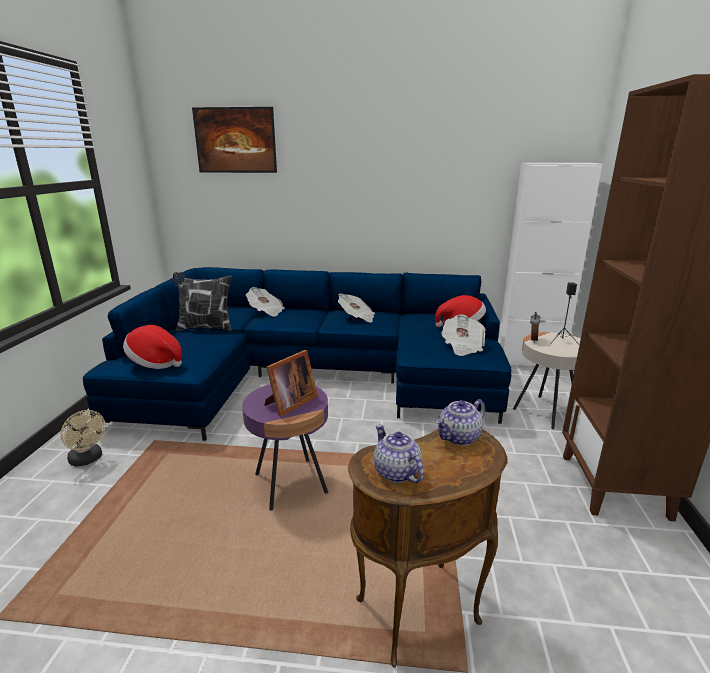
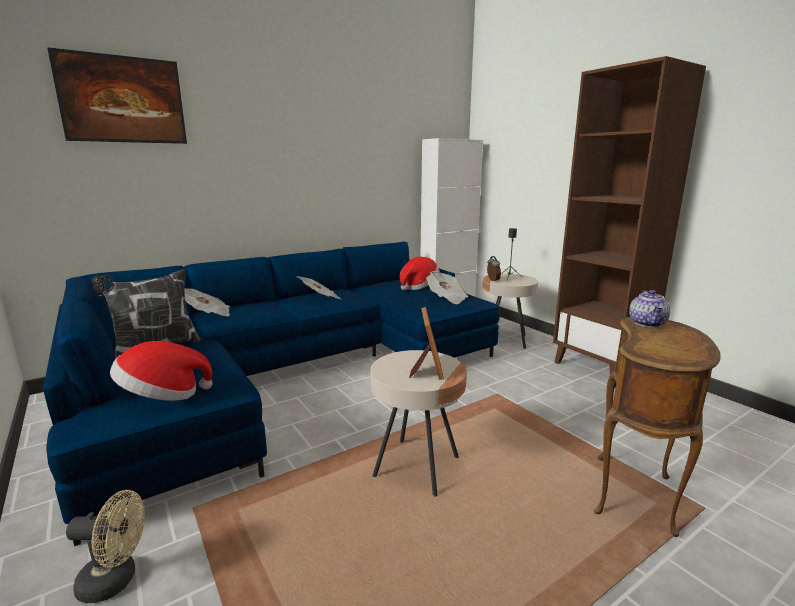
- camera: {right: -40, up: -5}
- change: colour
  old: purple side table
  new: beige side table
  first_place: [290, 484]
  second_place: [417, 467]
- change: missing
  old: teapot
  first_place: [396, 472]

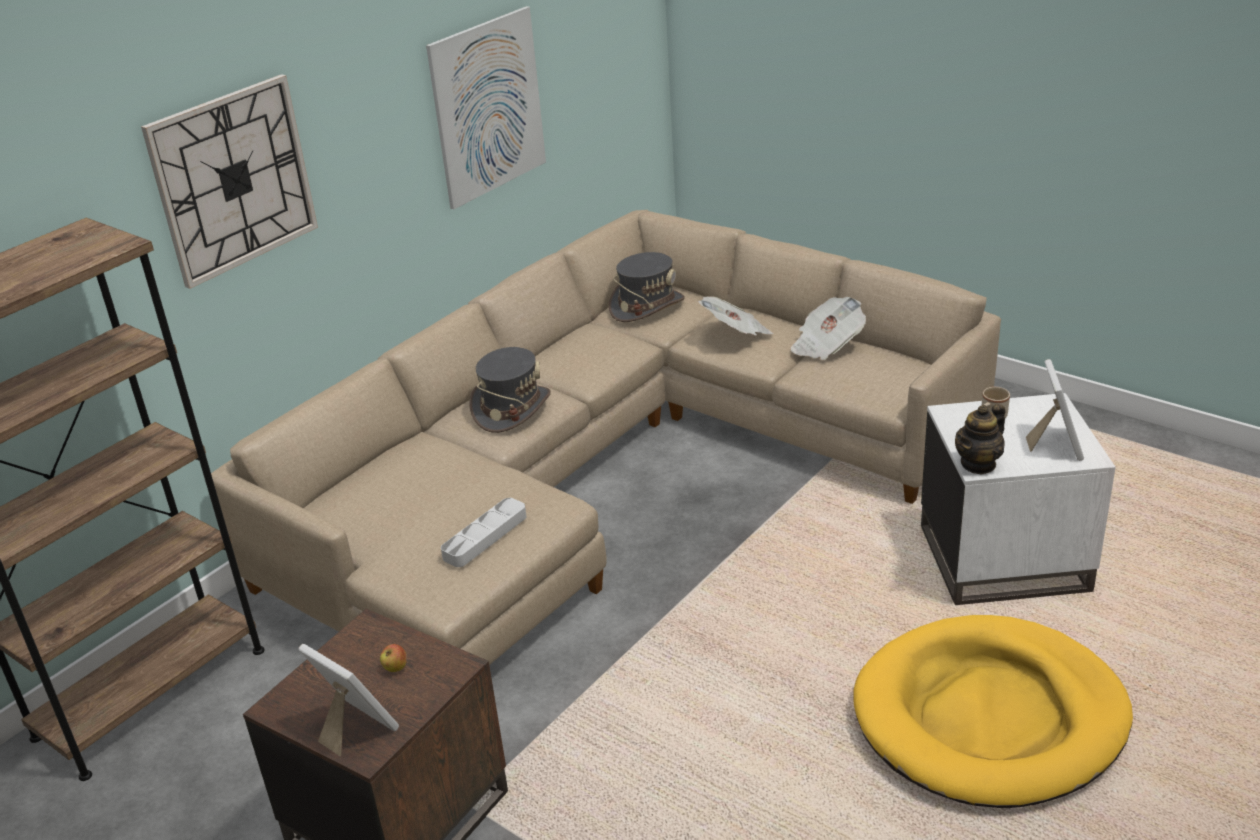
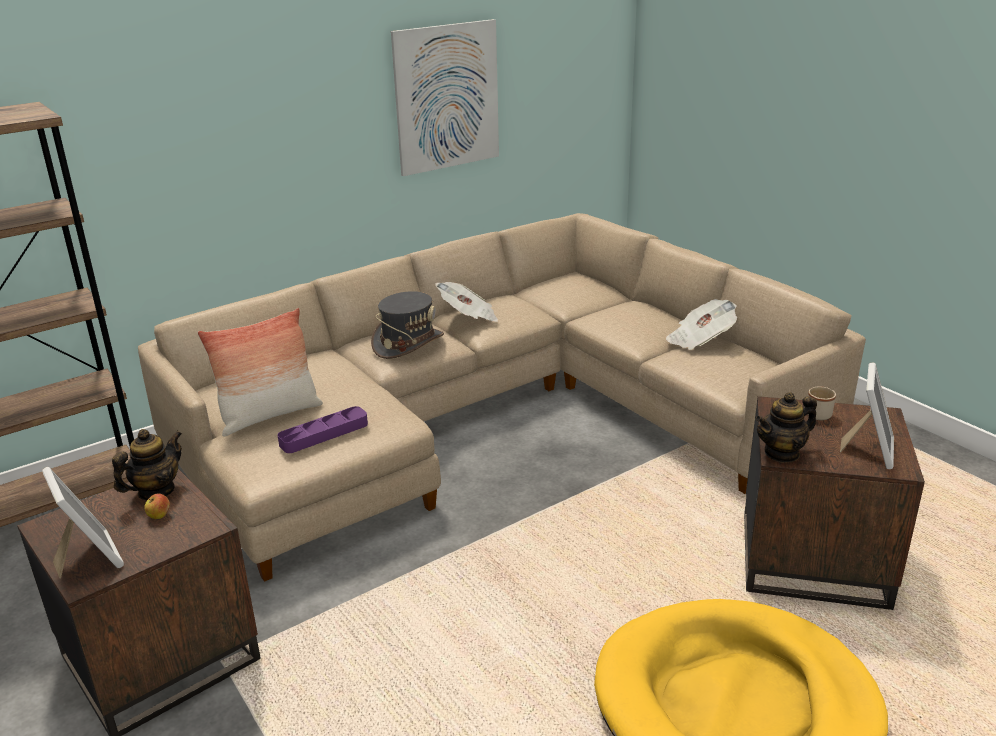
- camera: {right: 15, up: -5}
- change: appeared
  new: teapot
  second_place: [156, 491]
- change: appeared
  new: pillow
  second_place: [269, 415]
- change: colour
  old: grey tray
  new: purple tray
  first_place: [485, 537]
  second_place: [324, 434]
- change: relocated
  old: newspaper
  first_place: [736, 333]
  second_place: [468, 317]
- change: colour
  old: white side table
  new: brown side table
  first_place: [1003, 557]
  second_place: [813, 558]
- change: missing
  old: wall clock
  first_place: [233, 180]
- change: missing
  old: grey hat
  first_place: [647, 306]

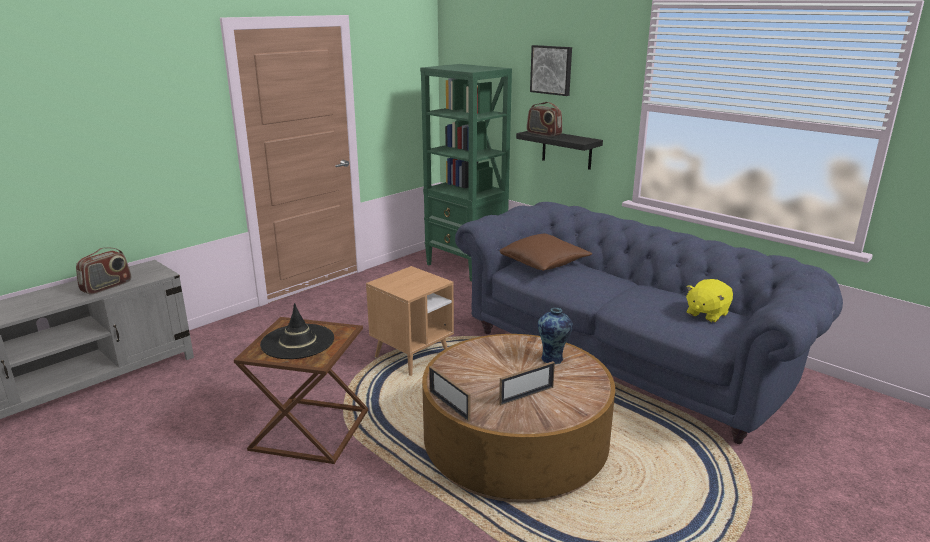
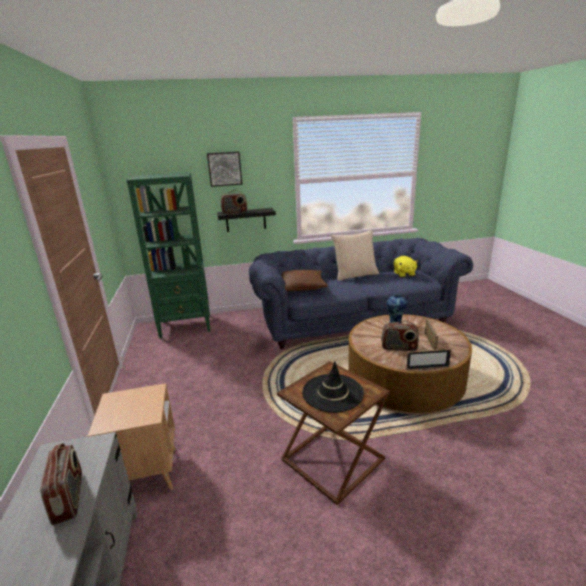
- camera: {right: -55, up: 0}
- change: relocated
  old: brown side table
  first_place: [412, 356]
  second_place: [146, 473]
- change: appeared
  new: beige pillow
  second_place: [355, 275]
- change: appeared
  new: radio
  second_place: [399, 347]

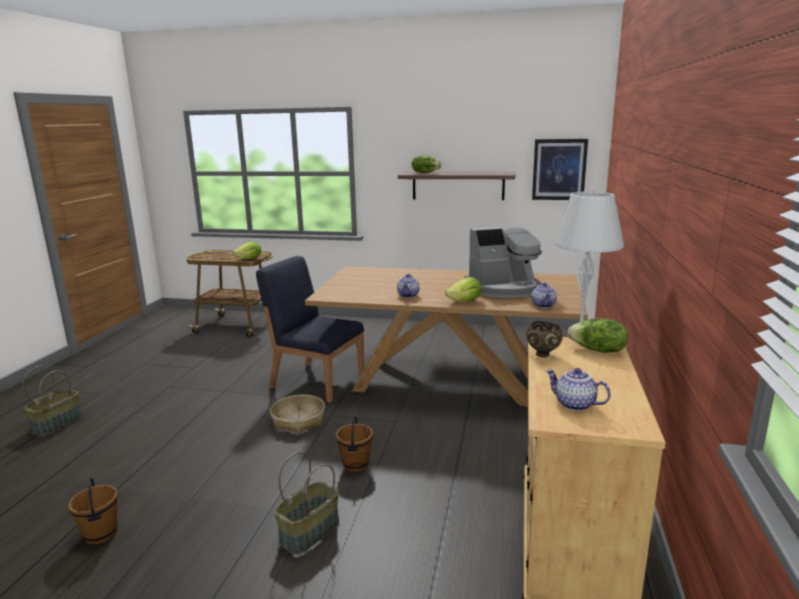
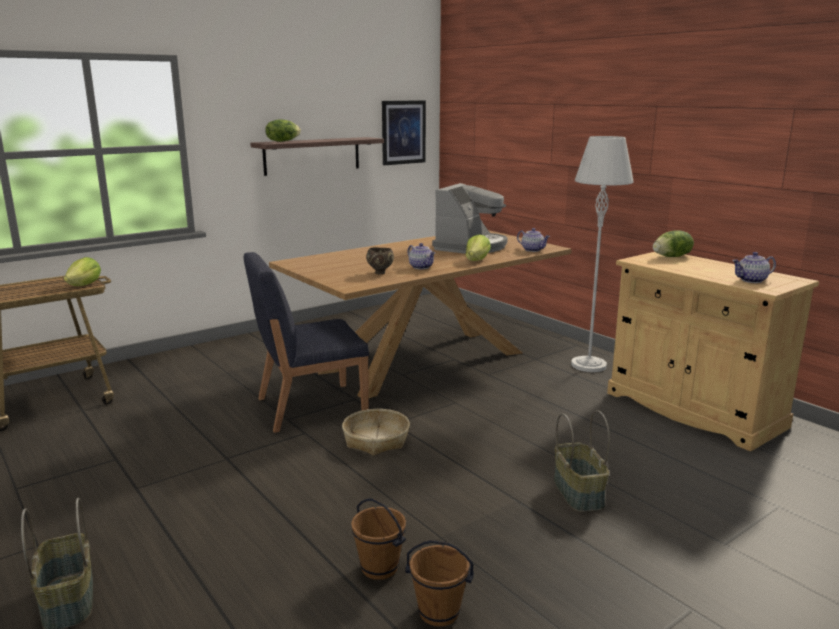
- camera: {right: -50, up: 0}
- change: relocated
  old: brown bucket
  first_place: [356, 465]
  second_place: [380, 568]
- change: relocated
  old: brown bowl
  first_place: [543, 355]
  second_place: [380, 273]

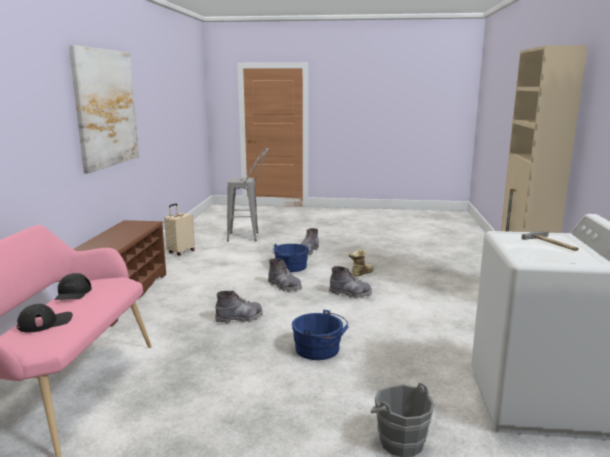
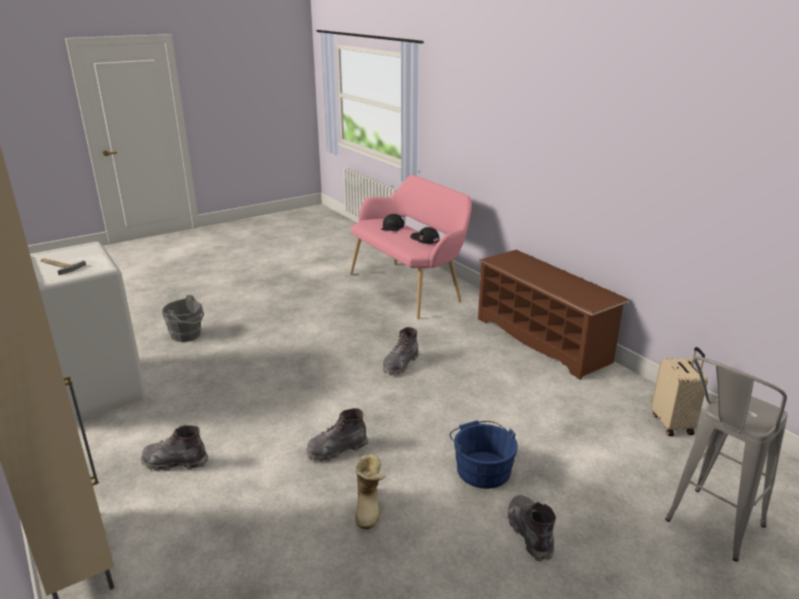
- camera: {right: 140, up: 10}
- change: relocated
  old: grey boot
  first_place: [284, 286]
  second_place: [175, 462]
- change: missing
  old: picture
  first_place: [106, 108]
- change: missing
  old: blue bucket
  first_place: [320, 349]

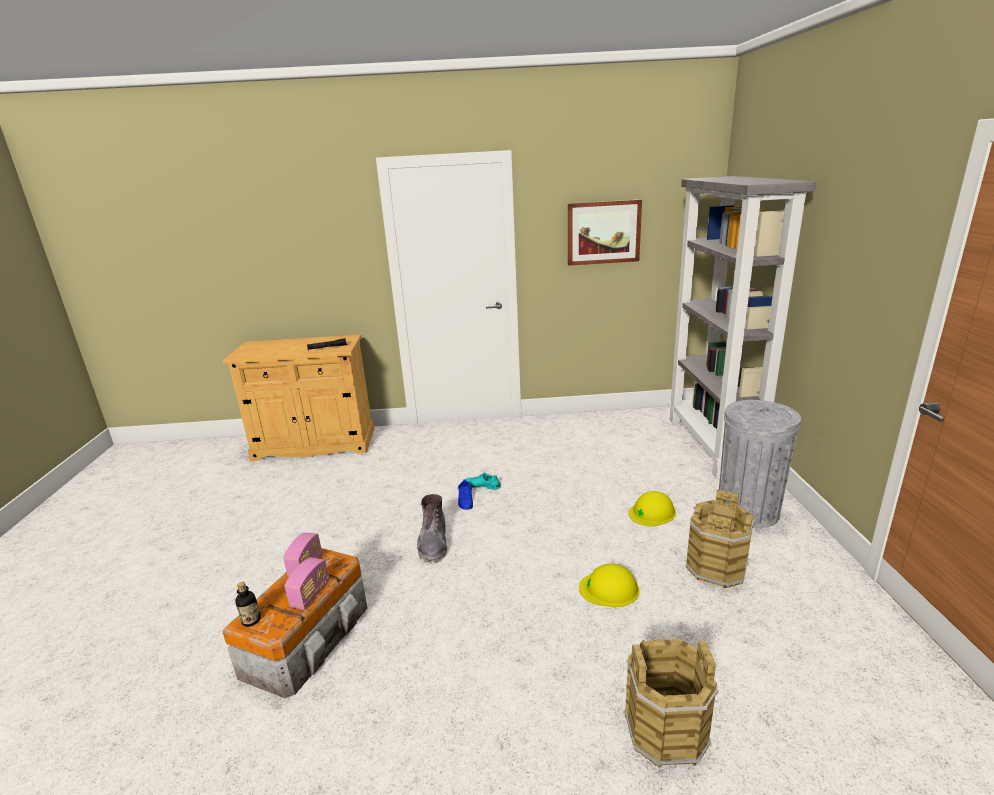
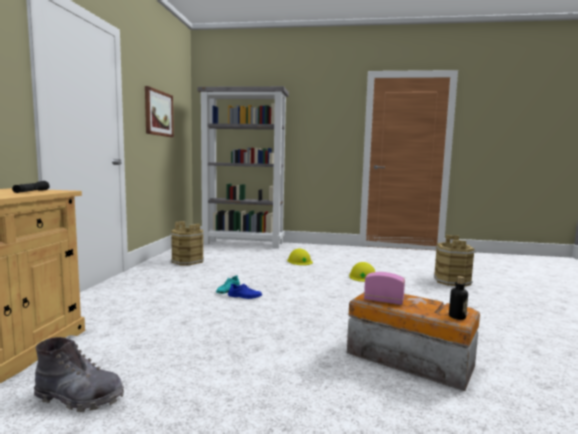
- camera: {right: -80, up: -15}
- change: relocated
  old: grey boot
  first_place: [433, 544]
  second_place: [79, 397]
- change: relocated
  old: brown bucket
  first_place: [715, 567]
  second_place: [187, 261]
- change: missing
  old: radio
  first_place: [310, 594]
- change: missing
  old: grey trash can
  first_place: [748, 510]

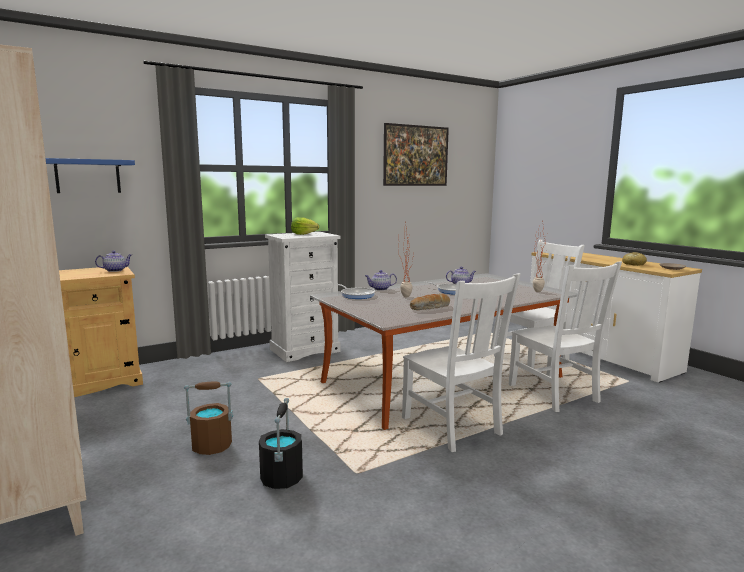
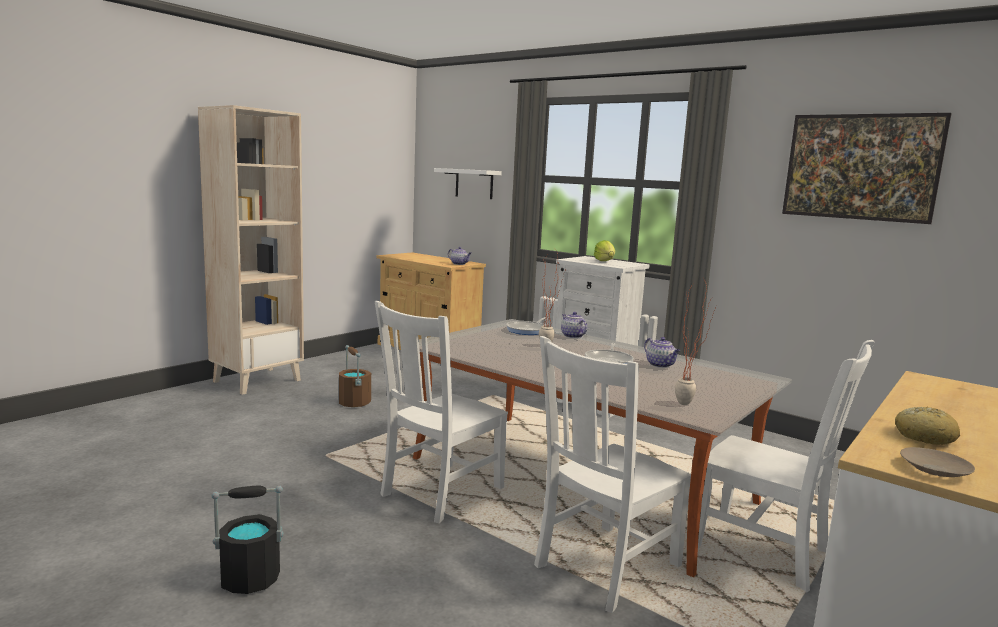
- camera: {right: 70, up: 0}
- change: relocated
  old: black bucket
  first_place: [281, 478]
  second_place: [250, 579]
- change: colour
  old: blue shelf
  new: white shelf
  first_place: [88, 176]
  second_place: [474, 184]
- change: missing
  old: bread
  first_place: [430, 308]

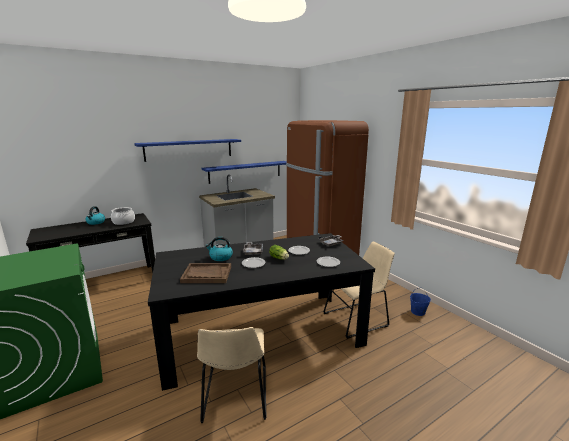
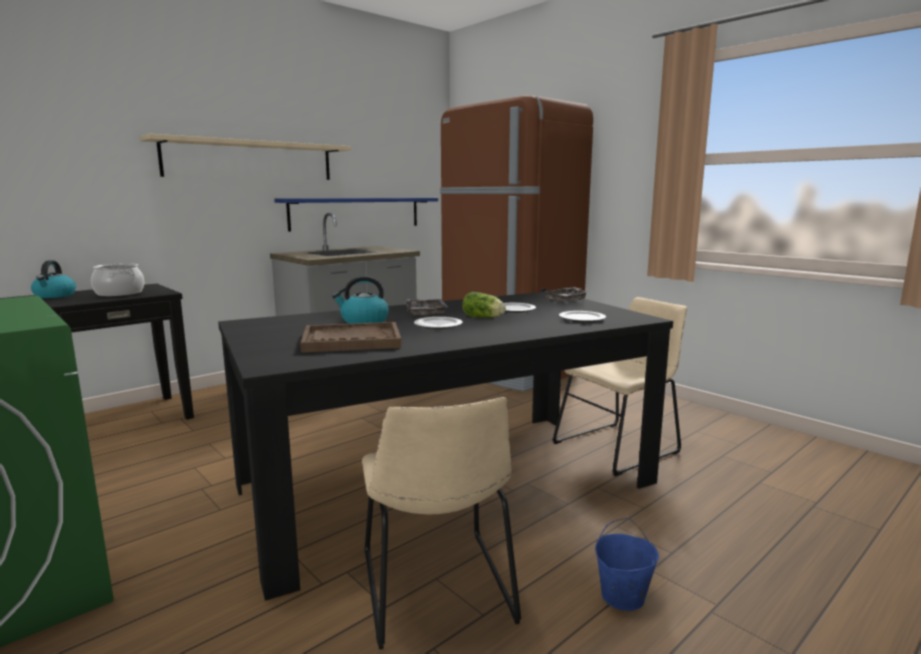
- camera: {right: -10, up: -5}
- change: colour
  old: blue shelf
  new: beige shelf
  first_place: [189, 149]
  second_place: [251, 160]
- change: relocated
  old: blue bucket
  first_place: [418, 312]
  second_place: [622, 597]

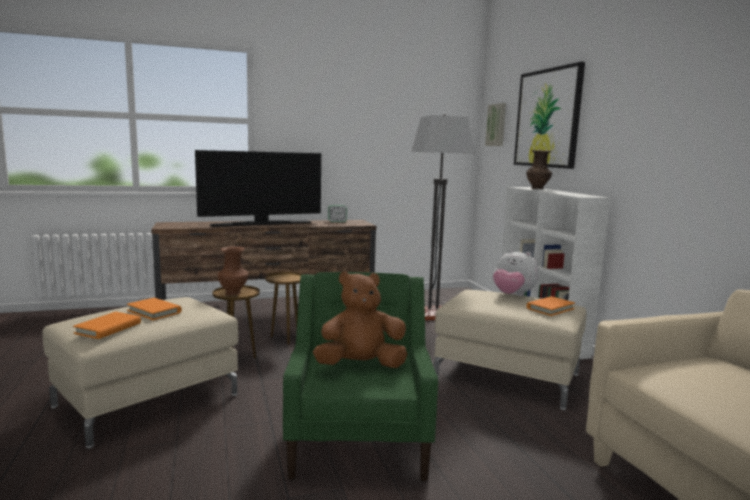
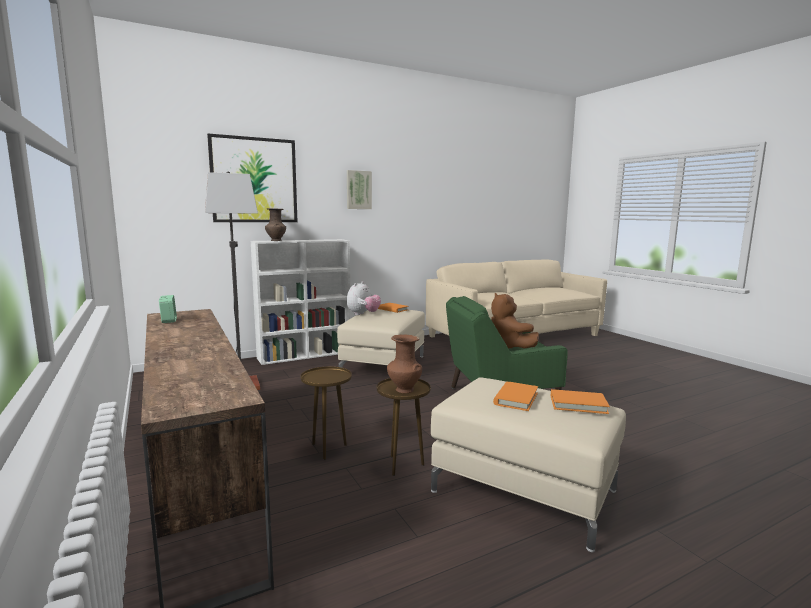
- camera: {right: -100, up: 0}
- change: relocated
  old: picture
  first_place: [497, 125]
  second_place: [358, 190]
- change: missing
  old: television
  first_place: [262, 224]

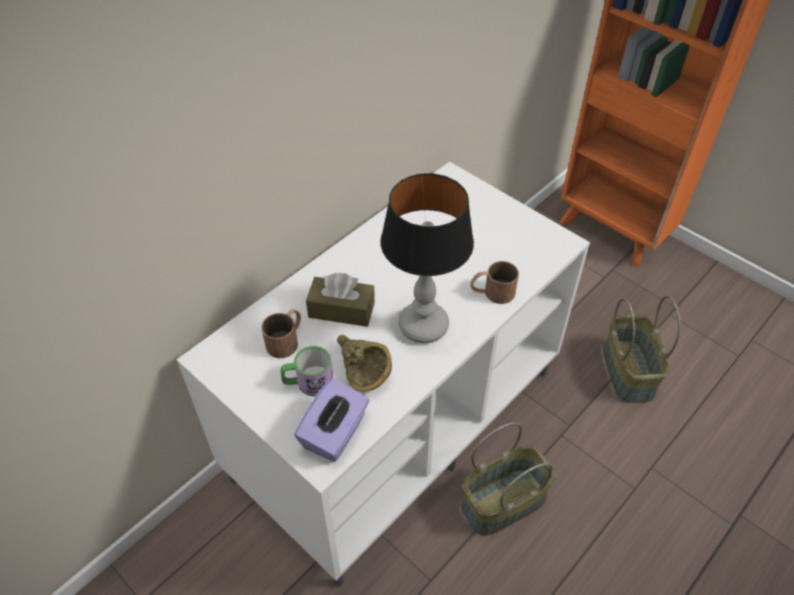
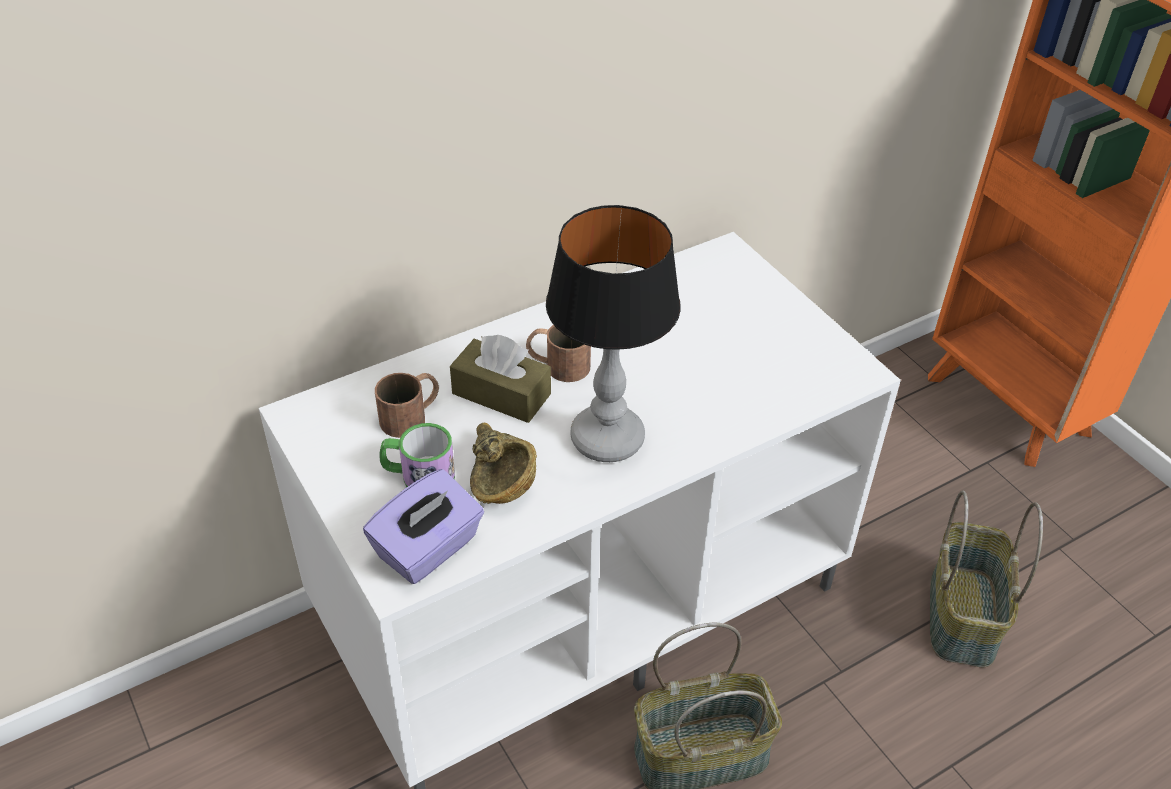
- camera: {right: 15, up: -5}
- change: relocated
  old: brown mug
  first_place: [492, 292]
  second_place: [557, 364]

